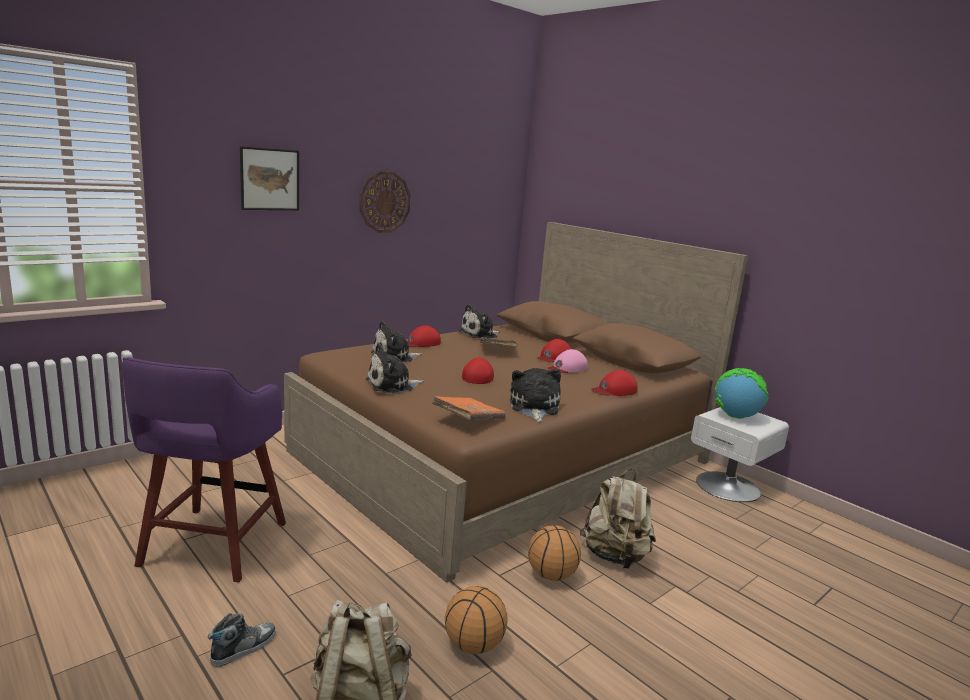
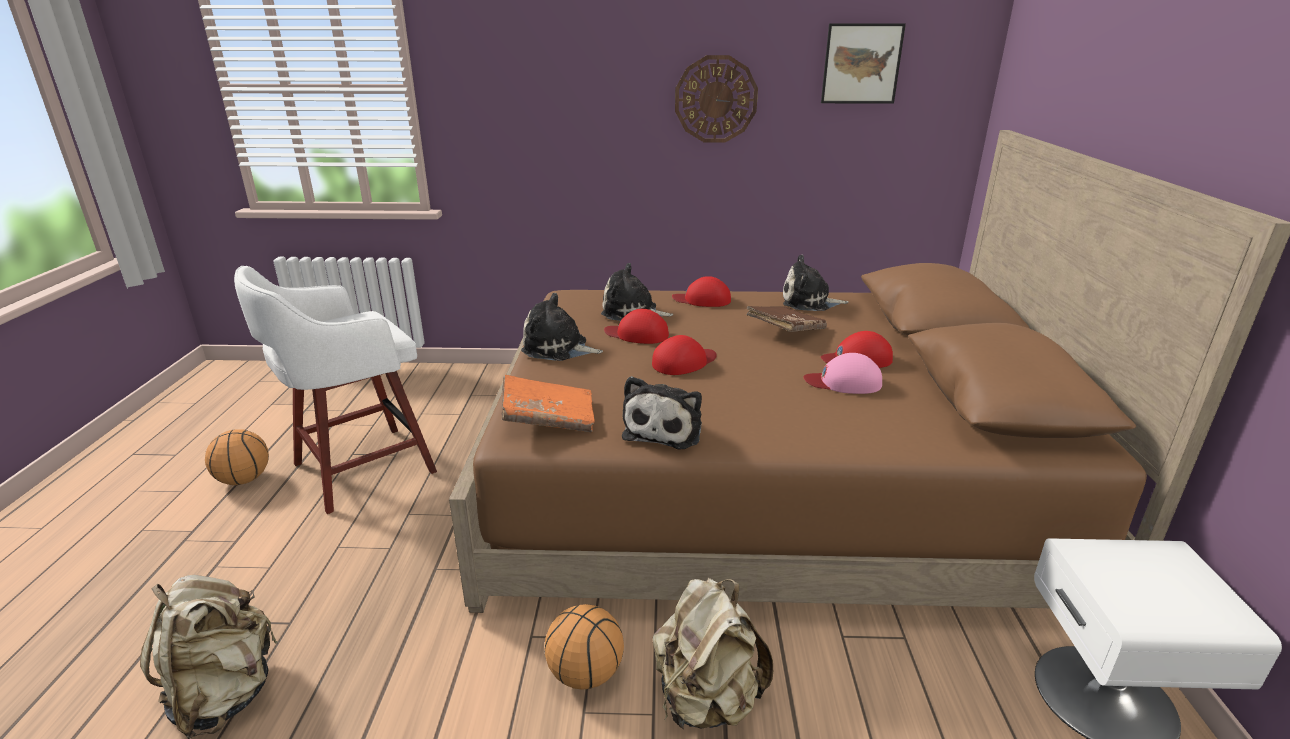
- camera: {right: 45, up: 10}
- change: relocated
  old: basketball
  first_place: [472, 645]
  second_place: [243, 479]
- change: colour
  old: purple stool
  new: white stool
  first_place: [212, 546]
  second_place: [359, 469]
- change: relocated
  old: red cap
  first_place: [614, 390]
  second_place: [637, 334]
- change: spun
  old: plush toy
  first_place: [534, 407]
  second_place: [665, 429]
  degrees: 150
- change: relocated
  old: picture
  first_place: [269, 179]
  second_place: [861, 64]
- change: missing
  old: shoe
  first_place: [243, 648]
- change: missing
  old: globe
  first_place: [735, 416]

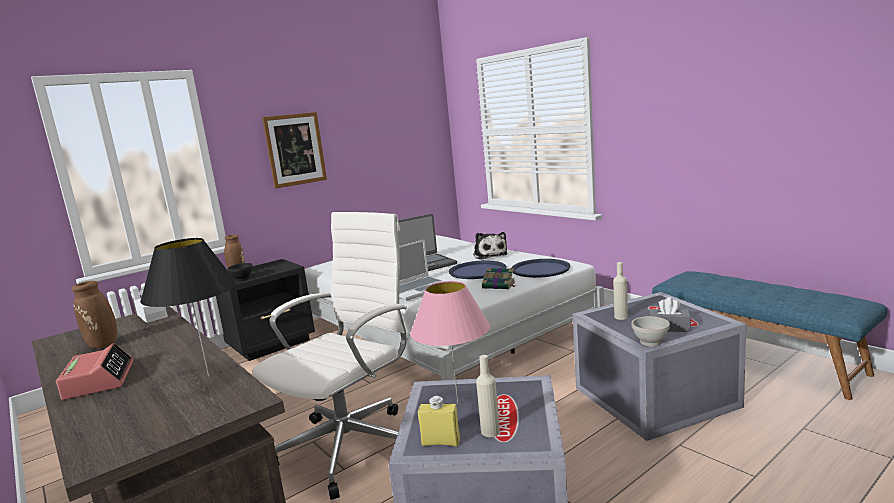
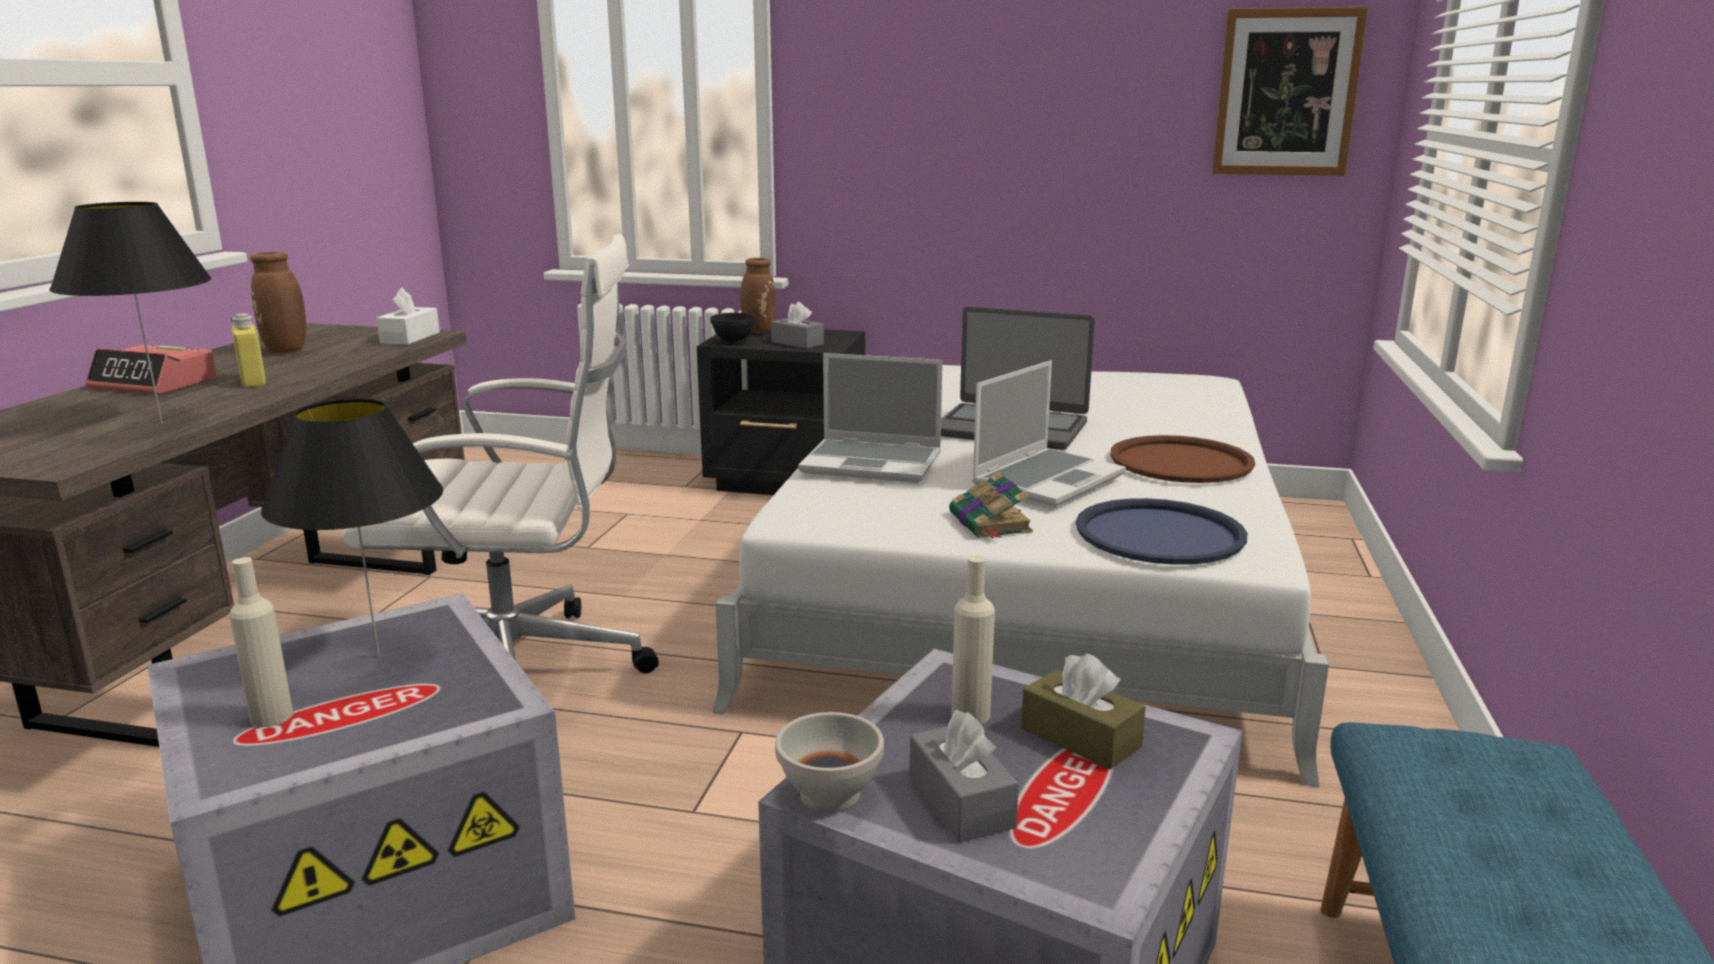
- camera: {right: 50, up: 5}
- change: spun
  old: alarm clock
  first_place: [99, 380]
  second_place: [155, 384]
  degrees: 75
- change: relocated
  old: yellow bottle
  first_place: [441, 442]
  second_place: [253, 381]
- change: colour
  old: pink table lamp
  new: black table lamp
  first_place: [458, 404]
  second_place: [379, 656]
- change: appeared
  new: grey tissue box
  second_place: [797, 343]
- change: exchanged
  old: blue tray
  new: laptop
  first_place: [477, 271]
  second_place: [1047, 479]
- change: appeared
  new: brown tissue box
  second_place: [1080, 738]
- change: exchanged
  old: plush toy
  new: brown tray
  first_place: [489, 255]
  second_place: [1180, 462]
- change: relocated
  old: picture
  first_place: [295, 149]
  second_place: [1286, 93]

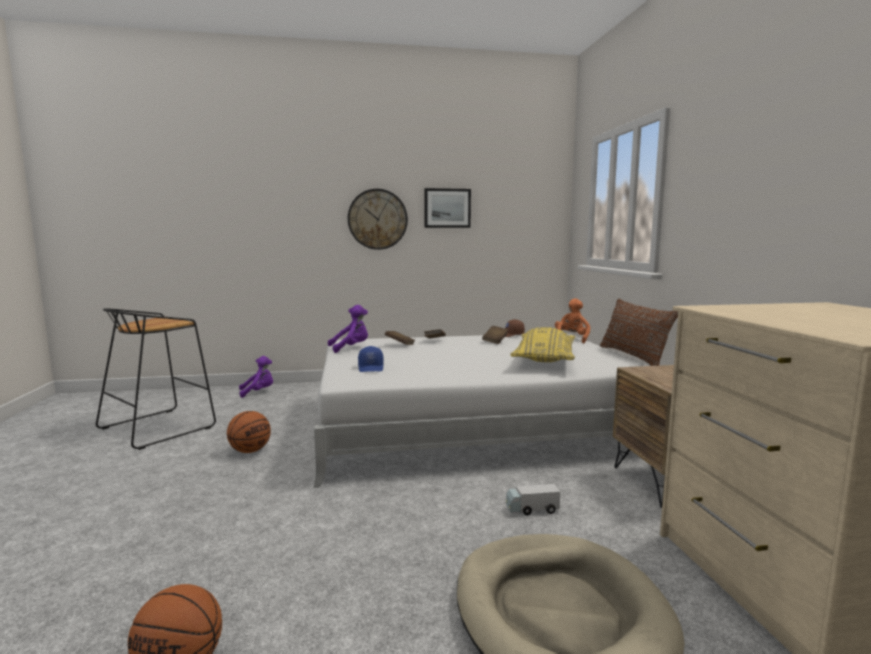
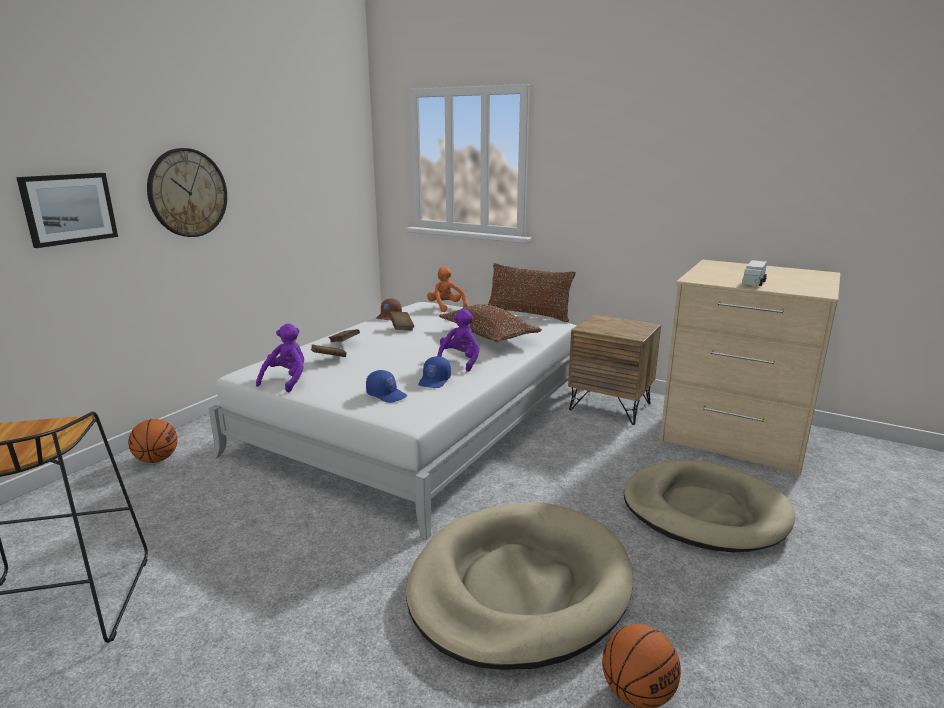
- camera: {right: -50, up: 10}
- change: relocated
  old: picture
  first_place: [447, 208]
  second_place: [69, 208]
- change: relocated
  old: basketball
  first_place: [250, 451]
  second_place: [157, 460]
- change: appeared
  new: beige dog bed
  second_place: [519, 587]
- change: appeared
  new: blue cap
  second_place: [435, 381]
- change: relocated
  old: purple plush toy
  first_place: [258, 392]
  second_place: [459, 362]
- change: colour
  old: yellow pillow
  new: brown pillow
  first_place: [544, 358]
  second_place: [488, 335]
- change: relocated
  old: toy truck
  first_place: [532, 509]
  second_place: [753, 283]

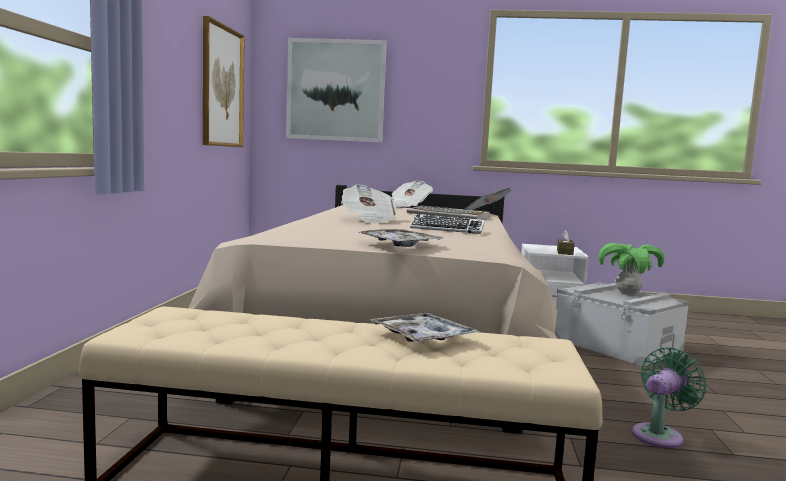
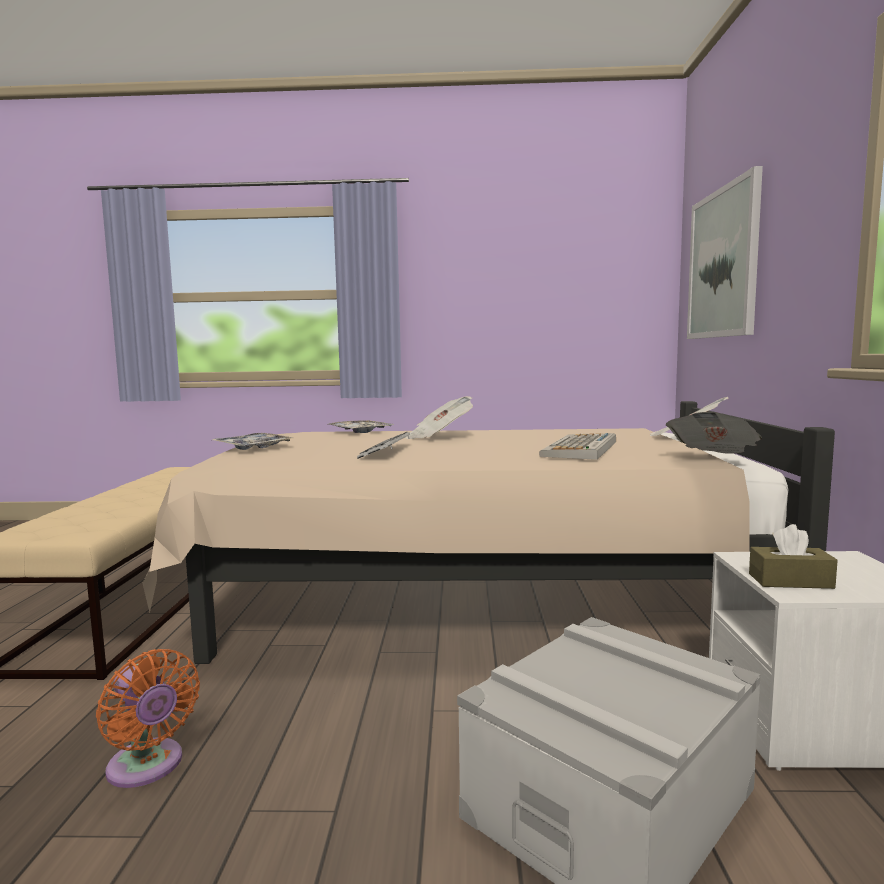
- camera: {right: 85, up: 0}
- change: colour
  old: green fan
  new: orange fan
  first_place: [659, 435]
  second_place: [148, 767]
- change: relocated
  old: tray
  first_place: [422, 337]
  second_place: [360, 431]
- change: missing
  old: picture
  first_place: [222, 87]
- change: missing
  old: potted plant
  first_place: [627, 293]

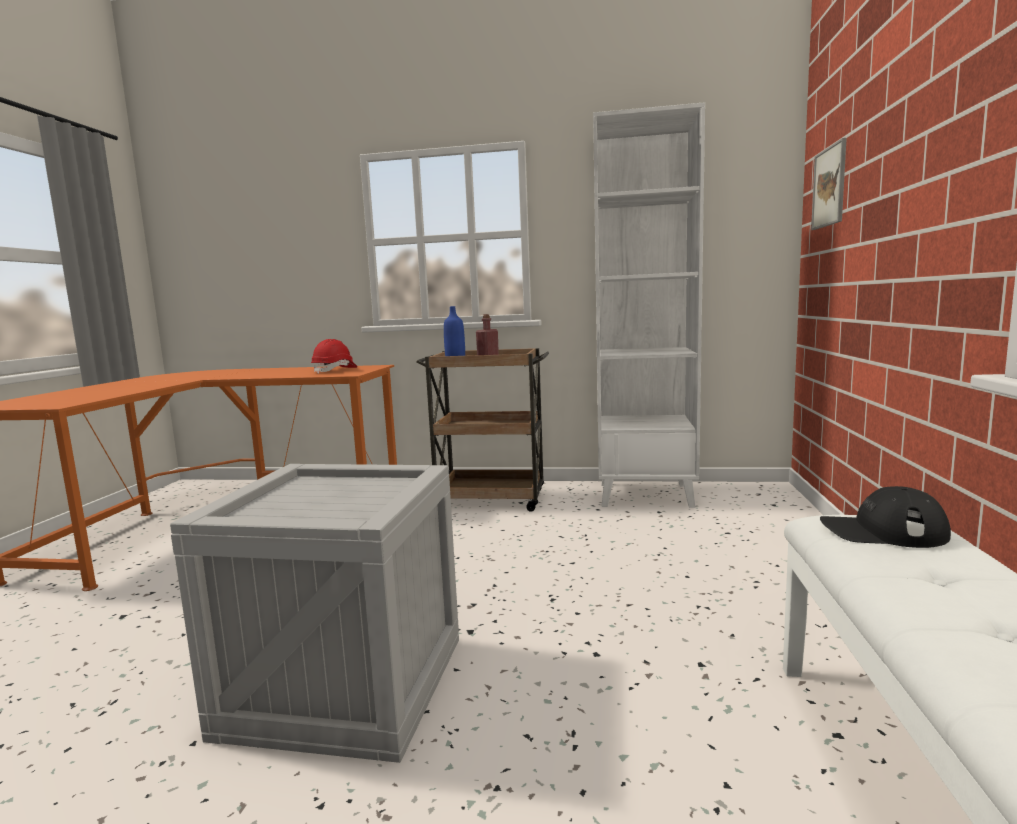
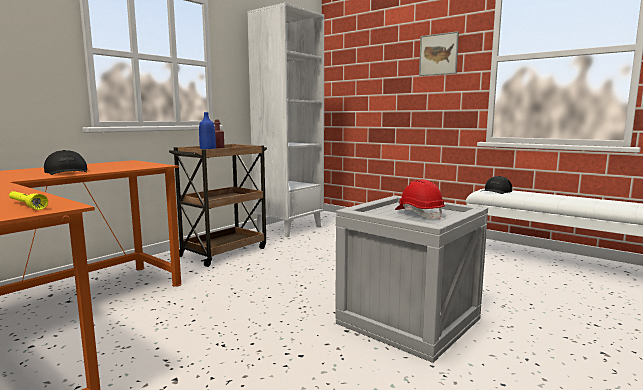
- camera: {right: -60, up: 0}
- change: appeared
  new: yellow flashlight
  second_place: [26, 206]
- change: appeared
  new: black cap
  second_place: [67, 172]
- change: relocated
  old: red hard hat
  first_place: [335, 370]
  second_place: [419, 214]
- change: relocated
  old: picture
  first_place: [829, 187]
  second_place: [438, 54]

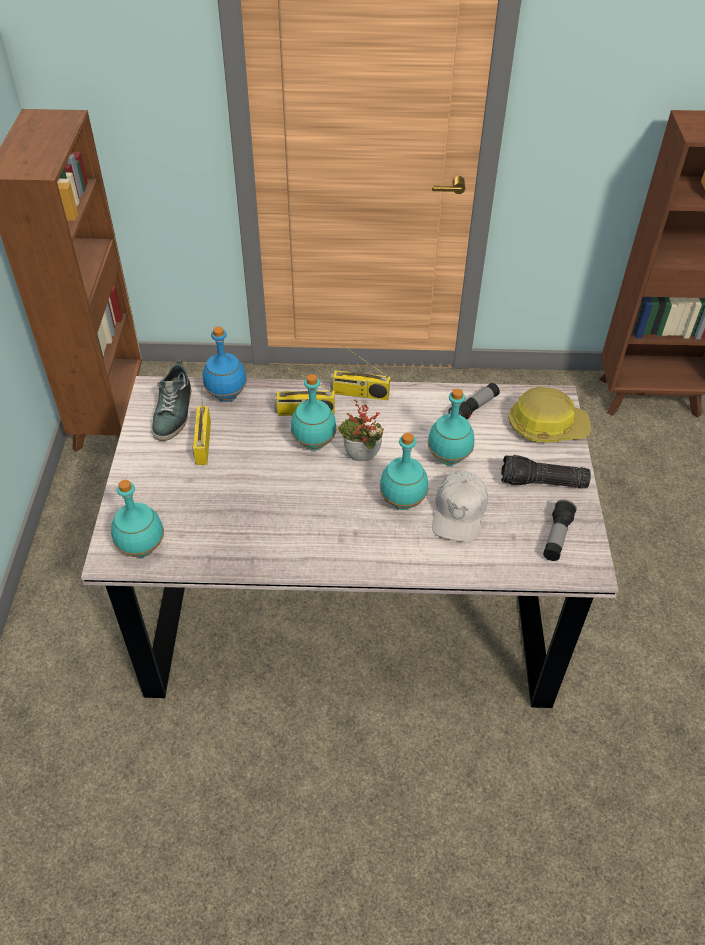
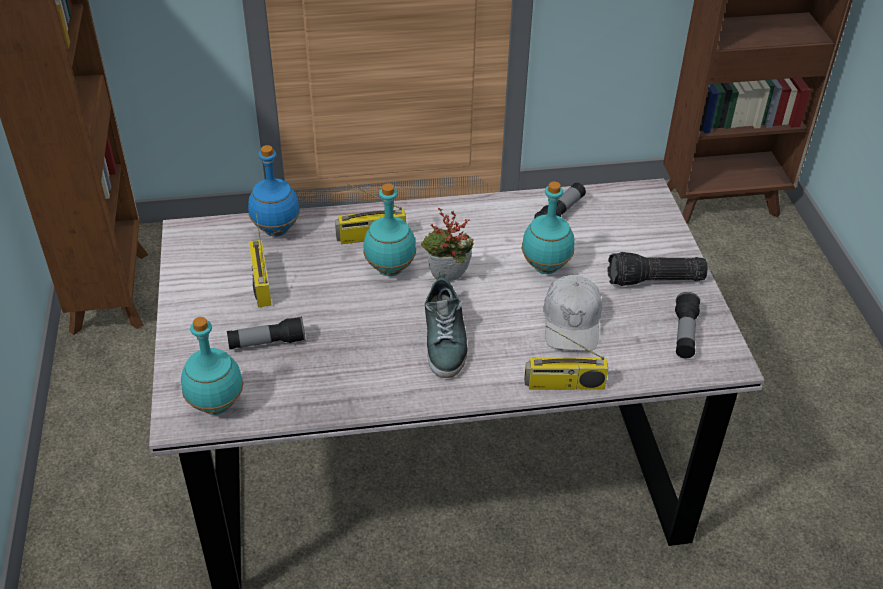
- camera: {right: -10, up: -5}
- change: appeared
  new: flashlight
  second_place: [267, 342]
- change: relocated
  old: shoe
  first_place: [174, 412]
  second_place: [445, 340]
- change: relocated
  old: radio
  first_place: [359, 394]
  second_place: [564, 384]
- change: missing
  old: turquoise bottle
  first_place: [403, 502]
- change: missing
  old: hard hat
  first_place: [546, 426]

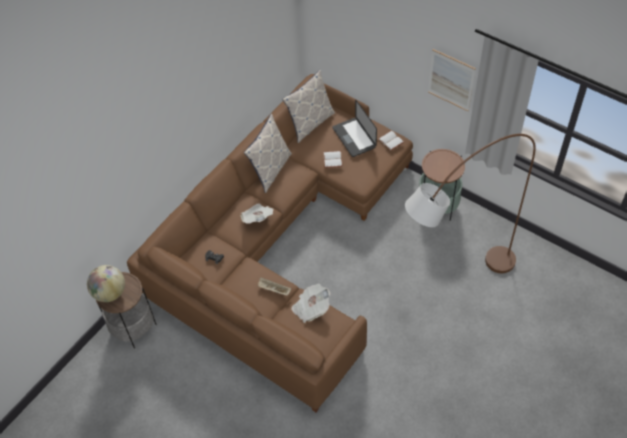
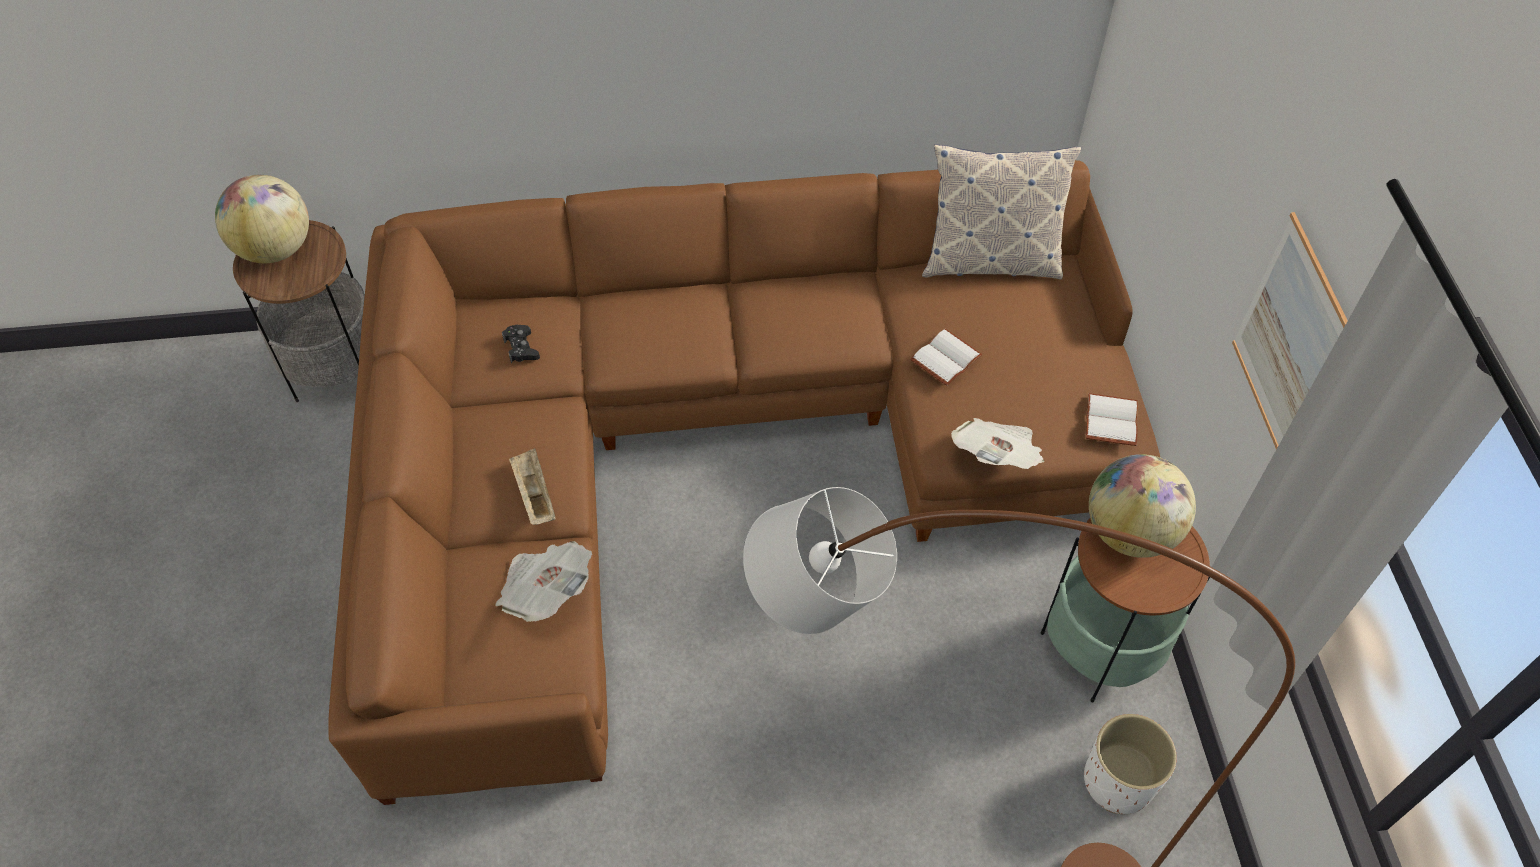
- camera: {right: 45, up: 0}
- change: relocated
  old: newspaper
  first_place: [257, 218]
  second_place: [997, 457]
- change: appeared
  new: white planter
  second_place: [1118, 781]
- change: appeared
  new: globe
  second_place: [1130, 532]
- change: missing
  old: pillow
  first_place: [270, 170]
- change: missing
  old: laptop
  first_place: [354, 138]

